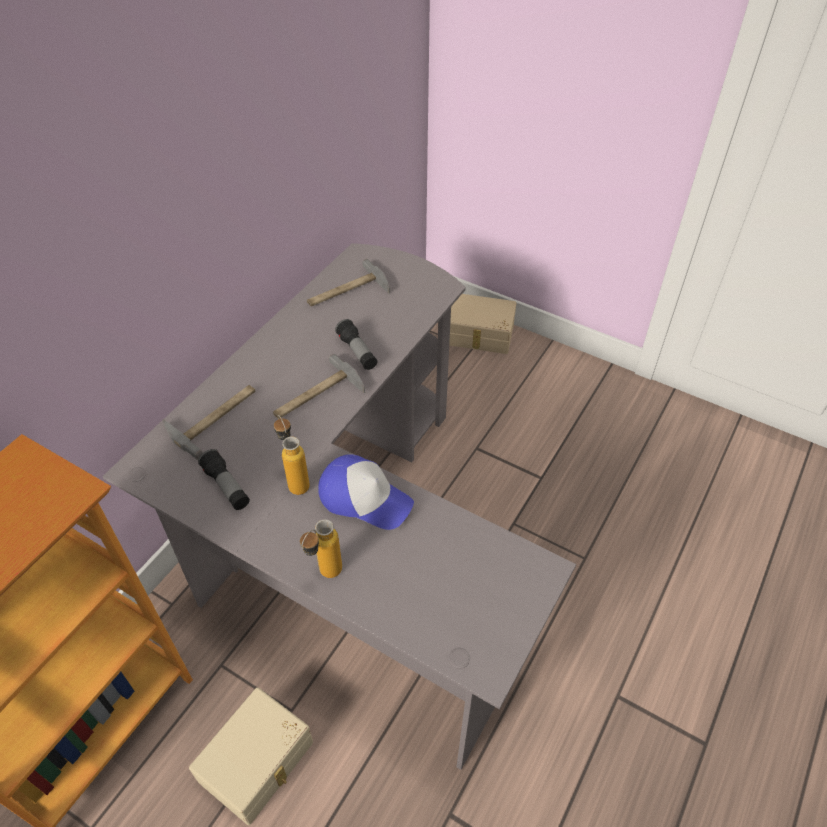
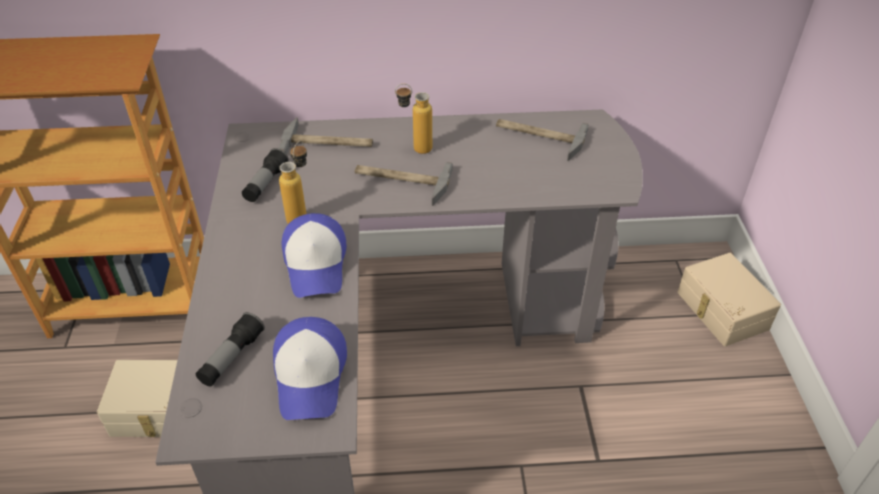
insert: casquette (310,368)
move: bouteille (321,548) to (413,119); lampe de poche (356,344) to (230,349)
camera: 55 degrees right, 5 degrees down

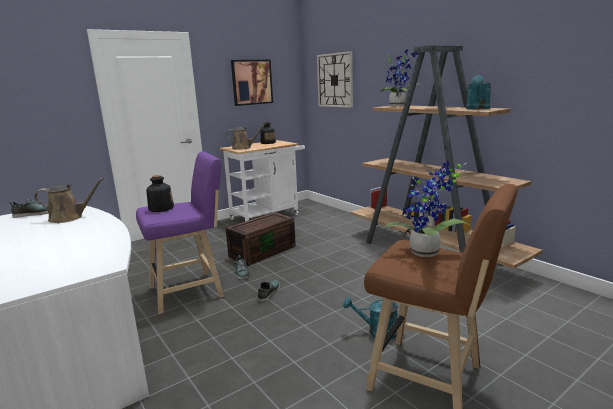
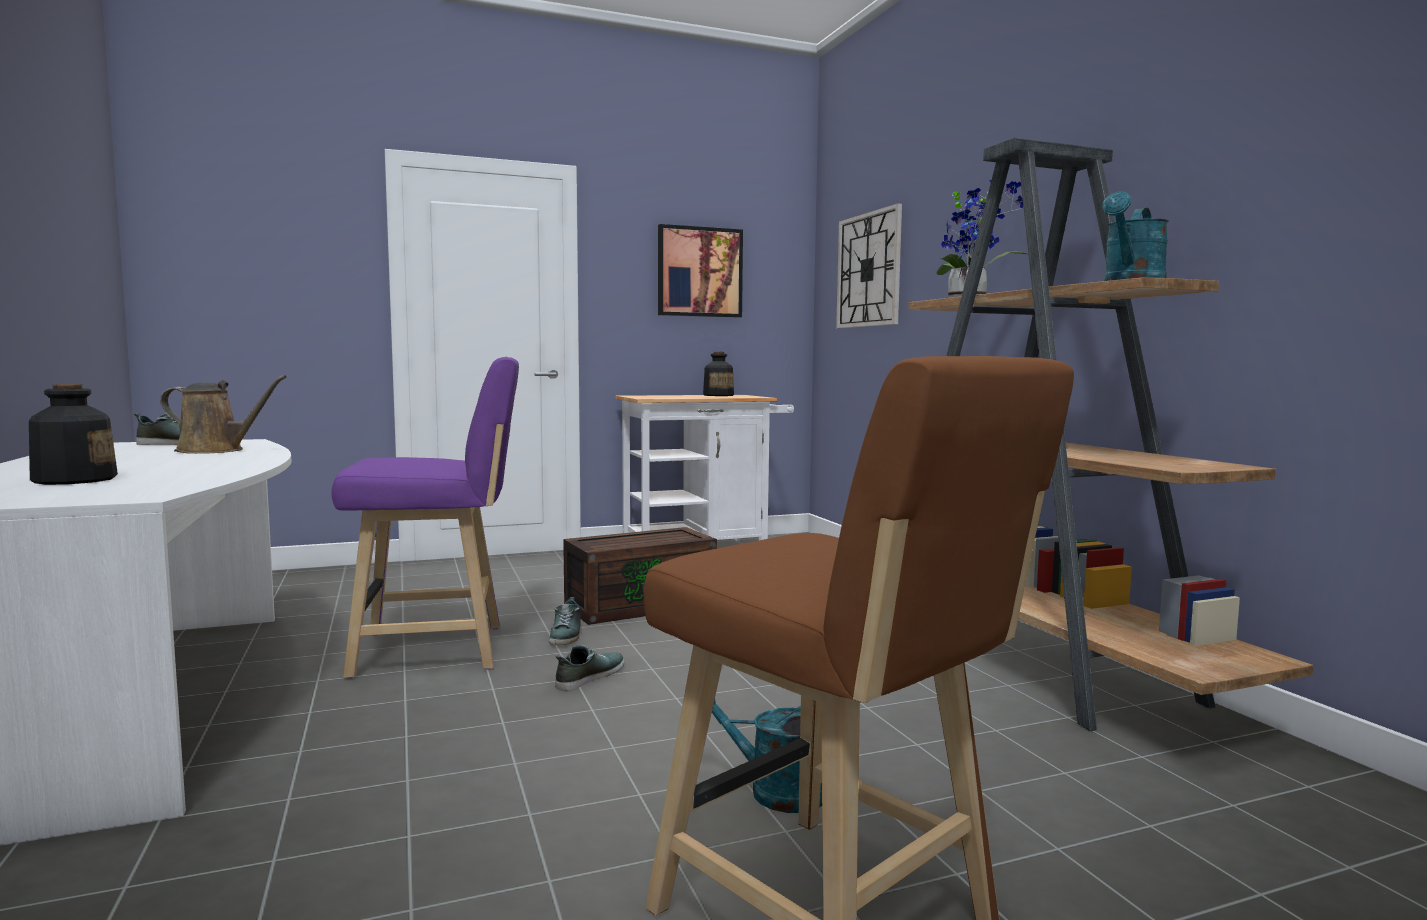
delete: arrosoir/marron (246,137); plante en pot (427,209)
move: bouteille (160,193) to (73,434)
camera: 15 degrees right, 10 degrees down

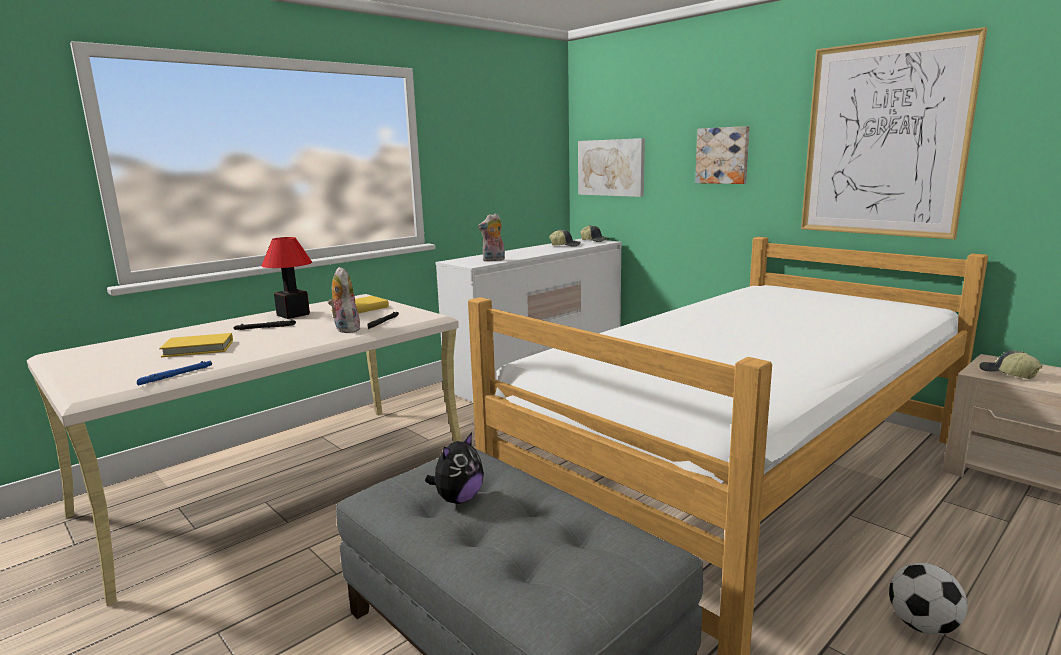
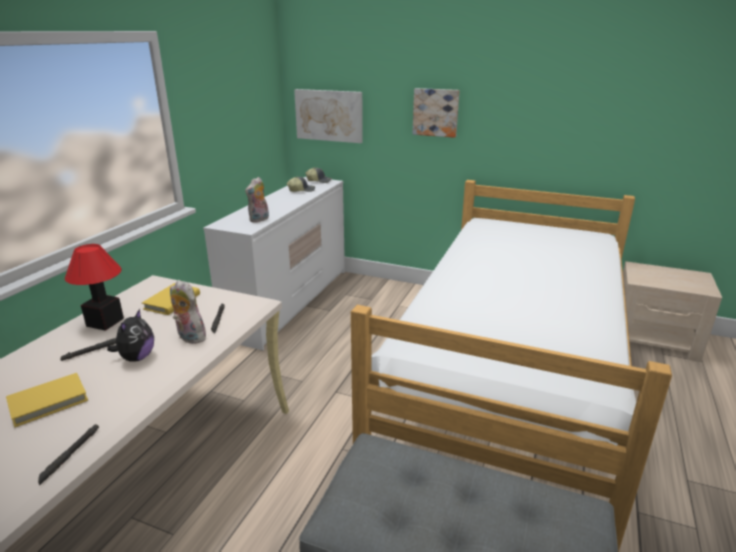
delete: tableau (894,133); ballon de foot (928,599); casquette (1011,365)
move: peluche (454,468) to (130,335)
recolor: lampe de poche/bleu (174,373) to lampe de poche/noir (68,454)
camera: 25 degrees left, 10 degrees up

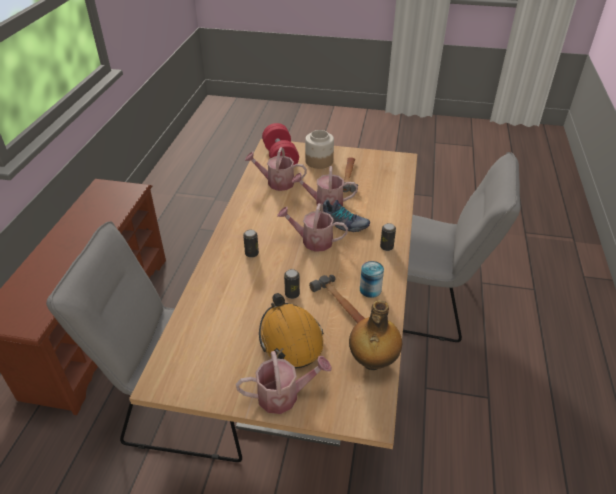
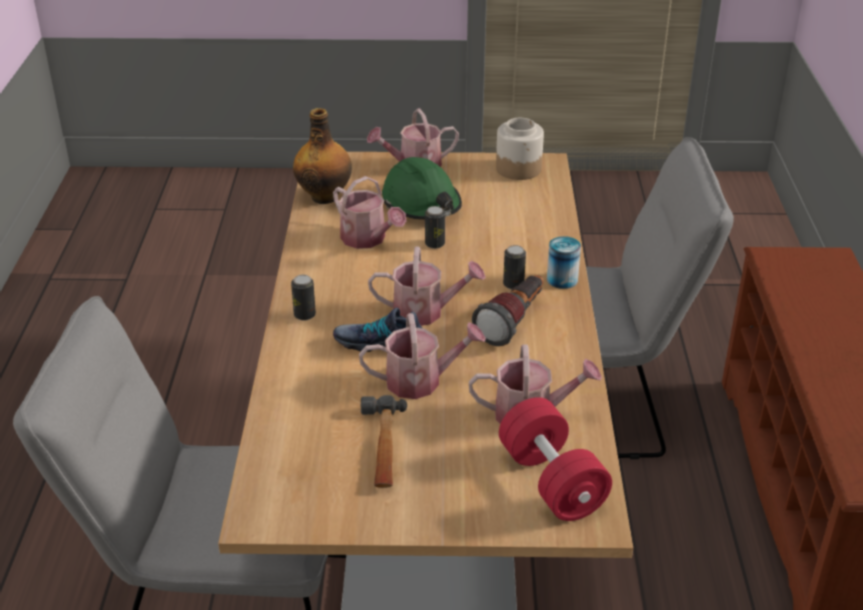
insert: lampe de poche (508,310)
move: bocal (319,149) to (520,149); boîte métallique (372,279) to (564,262)
replace: marteau (337,299) to arrosoir (369,212)
recolor: casque de chantier/orange (291,330) to casque de chantier/vert (422,188)
camera: 170 degrees right, 5 degrees down

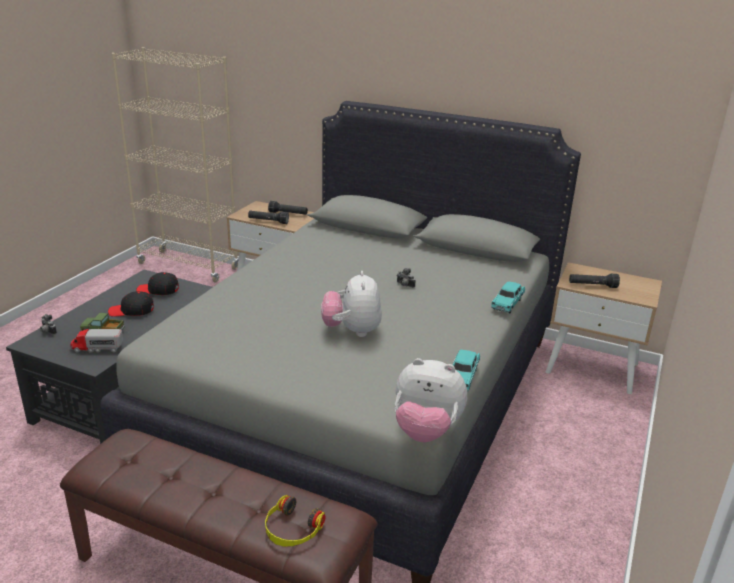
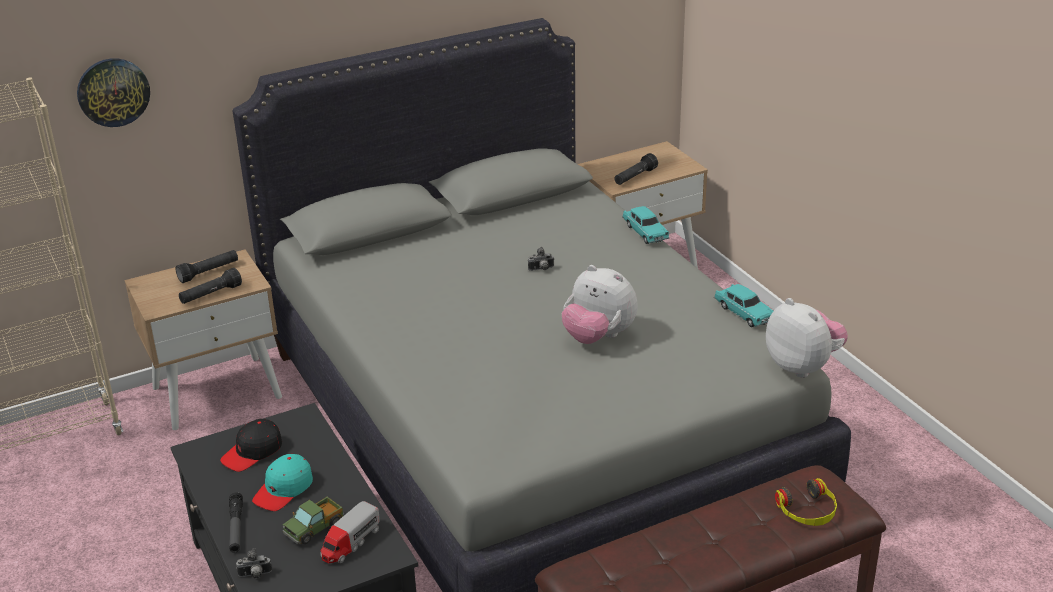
insert: horloge murale (113,93); lampe de poche (236,522)
recolor: casquette/noir (131,304) to casquette/turquoise (282,482)
rotate: peluche (431,400) = (807,338) 90 degrees counterclockwise
camera: 50 degrees left, 5 degrees up

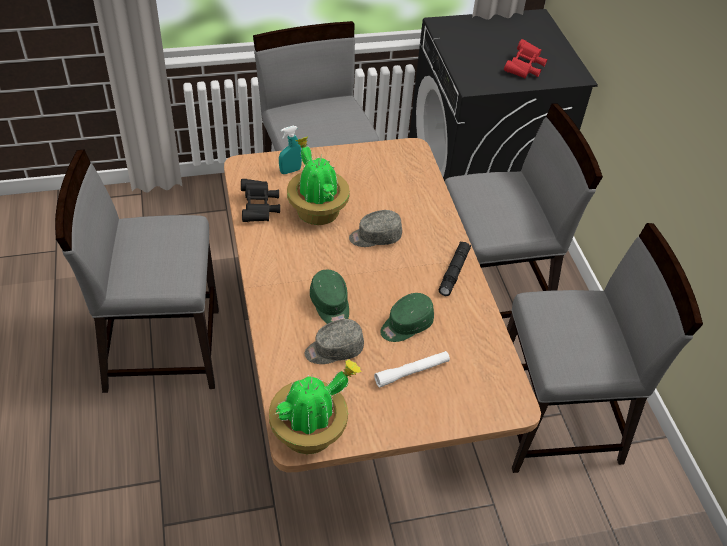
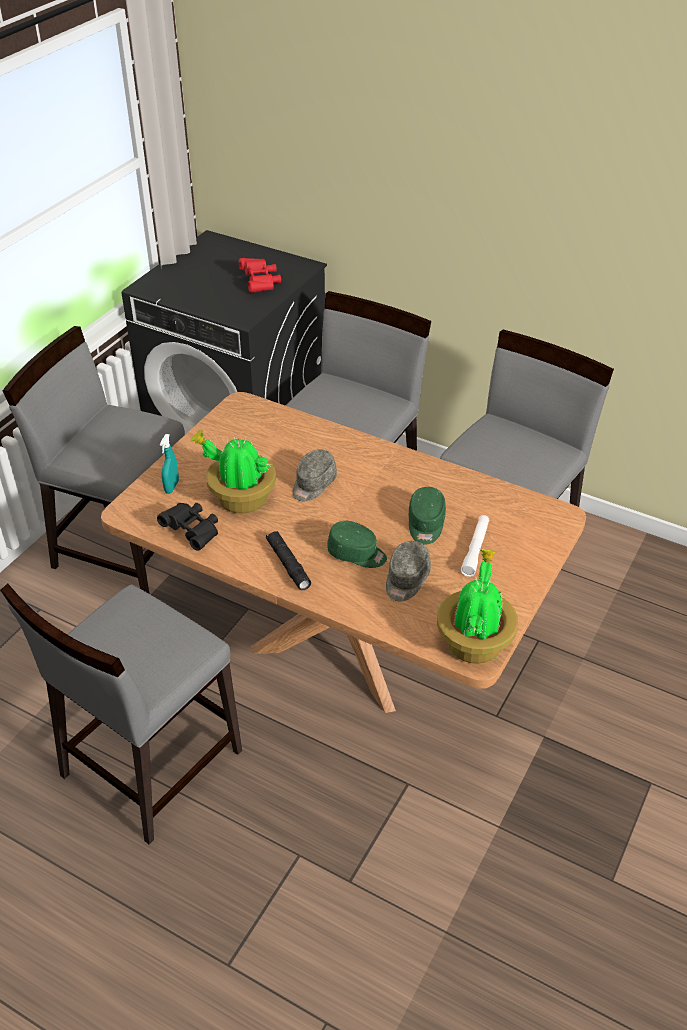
move: lampe de poche/noir (455,268) to (288,560)
camera: 45 degrees left, 5 degrees down

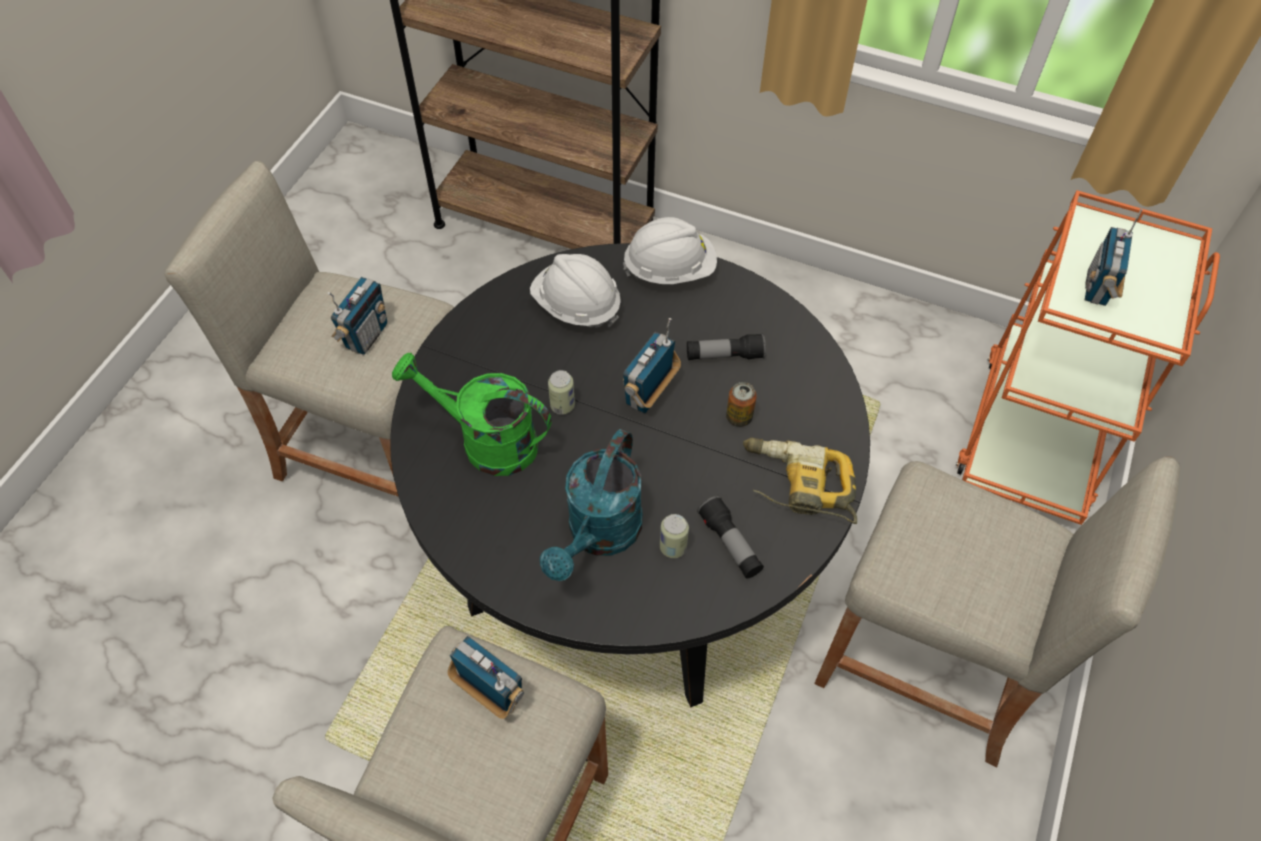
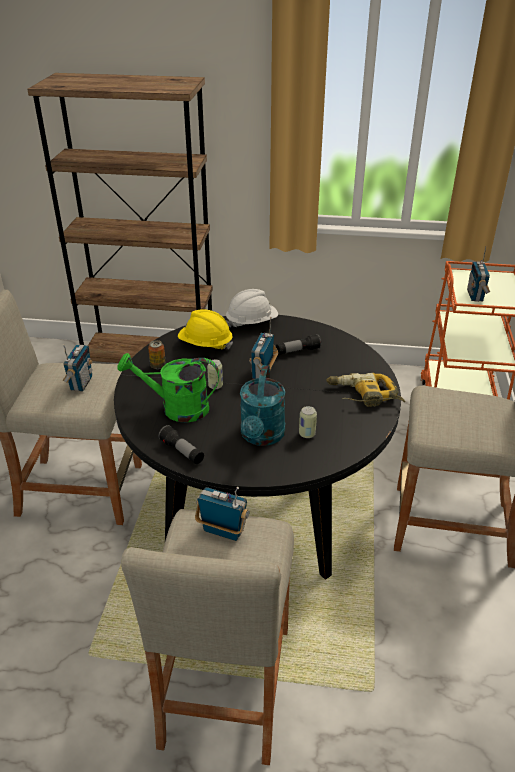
move: lampe de poche (730,537) to (181,444); boîte métallique (741,404) to (157,354)
recolor: casque de chantier/blanc (575,291) to casque de chantier/jaune (205,329)
camera: 15 degrees left, 20 degrees down

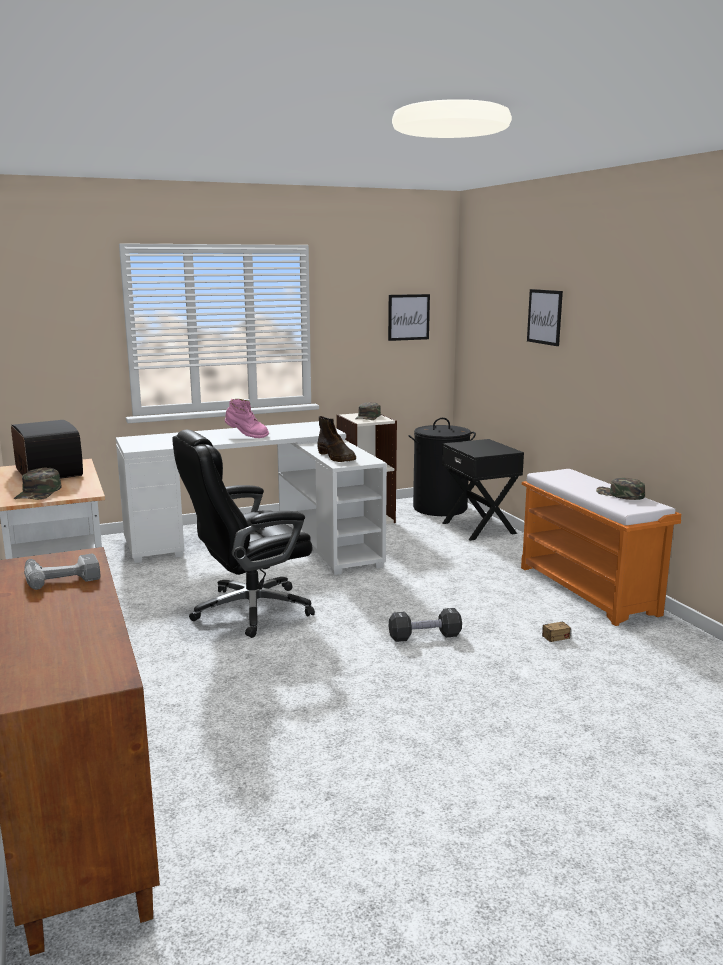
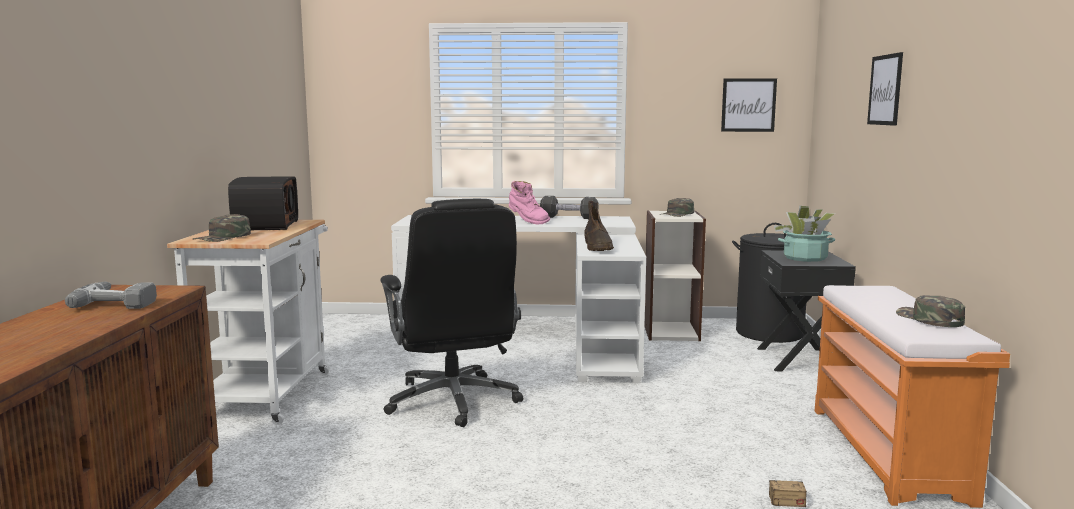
insert: plante en pot (804,234)
move: haltère/noir (425,625) to (569,207)
rotate: chaise de bureau/noir (243,534) = (451,313) 105 degrees counterclockwise
camera: 25 degrees right, 5 degrees down

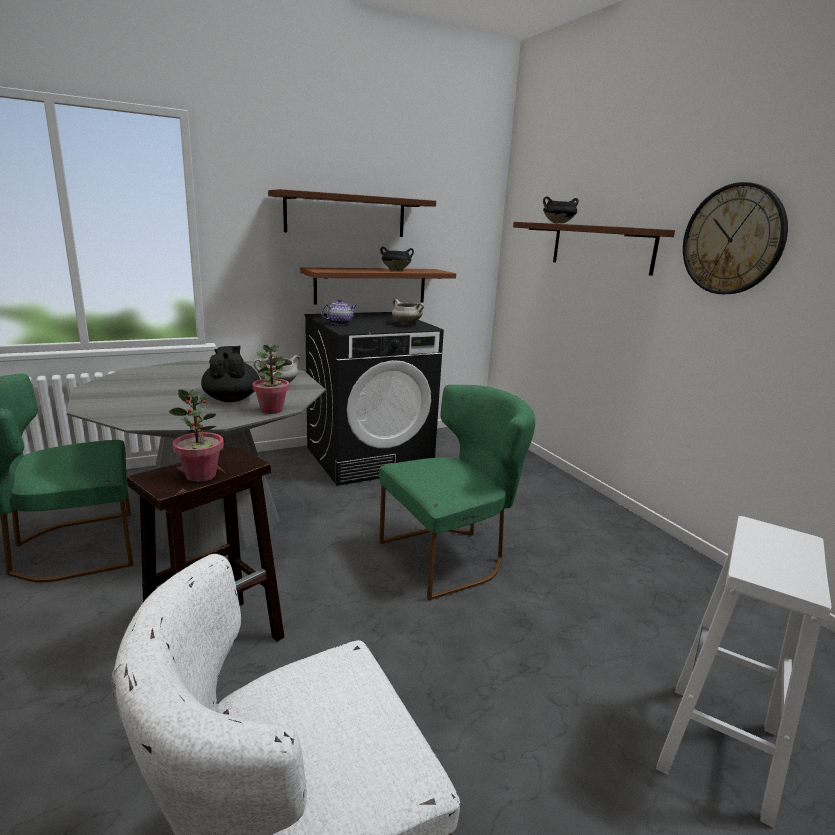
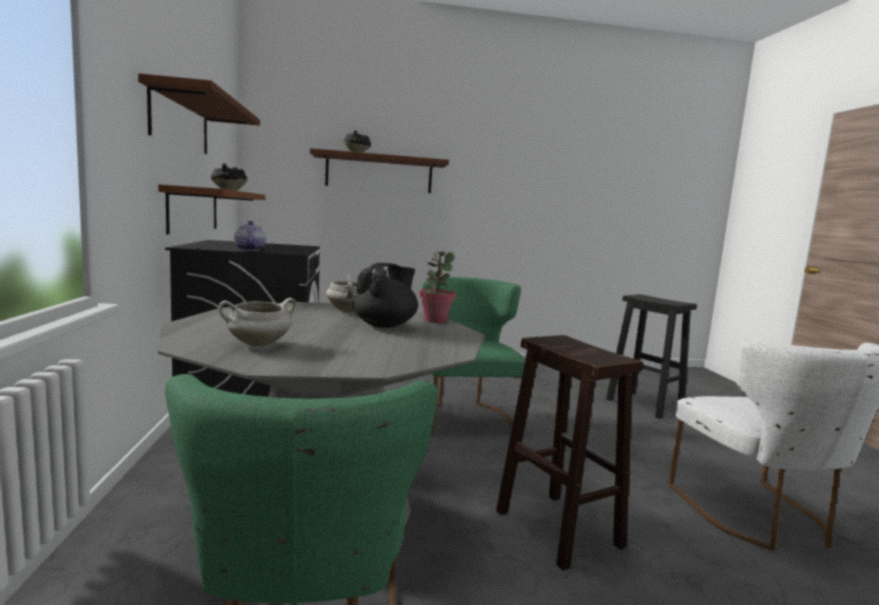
delete: plante en pot (196,435); horloge murale (735,238)
move: marmite/blanc (408,312) to (257,322)
recolor: tabouret/blanc (743,672) to tabouret/noir (651,356)
rotate: théière/noir (230,374) = (385,295) 120 degrees clockwise
camera: 70 degrees left, 10 degrees down

